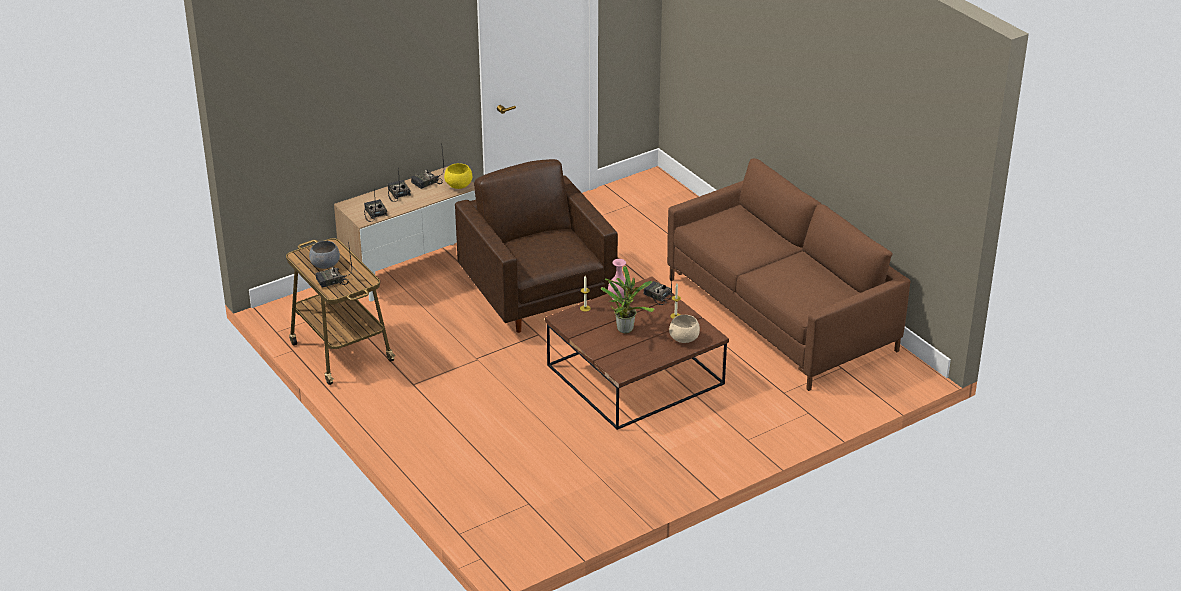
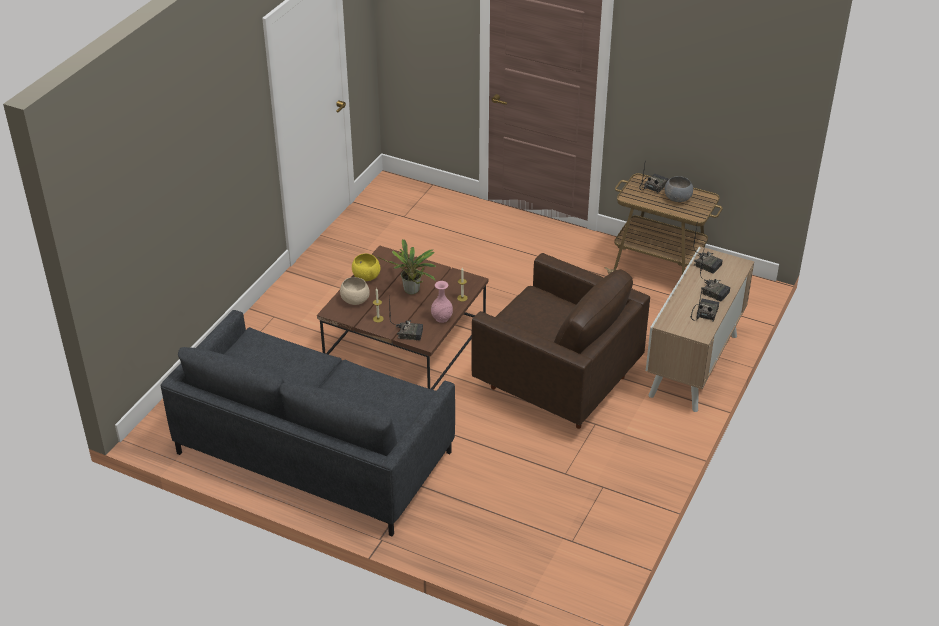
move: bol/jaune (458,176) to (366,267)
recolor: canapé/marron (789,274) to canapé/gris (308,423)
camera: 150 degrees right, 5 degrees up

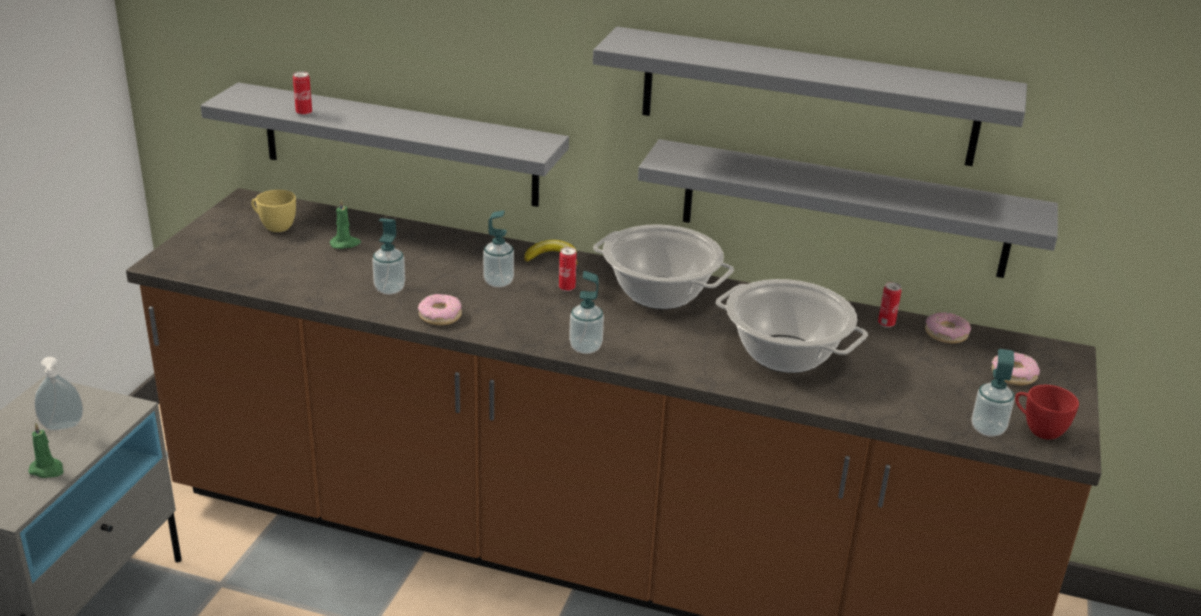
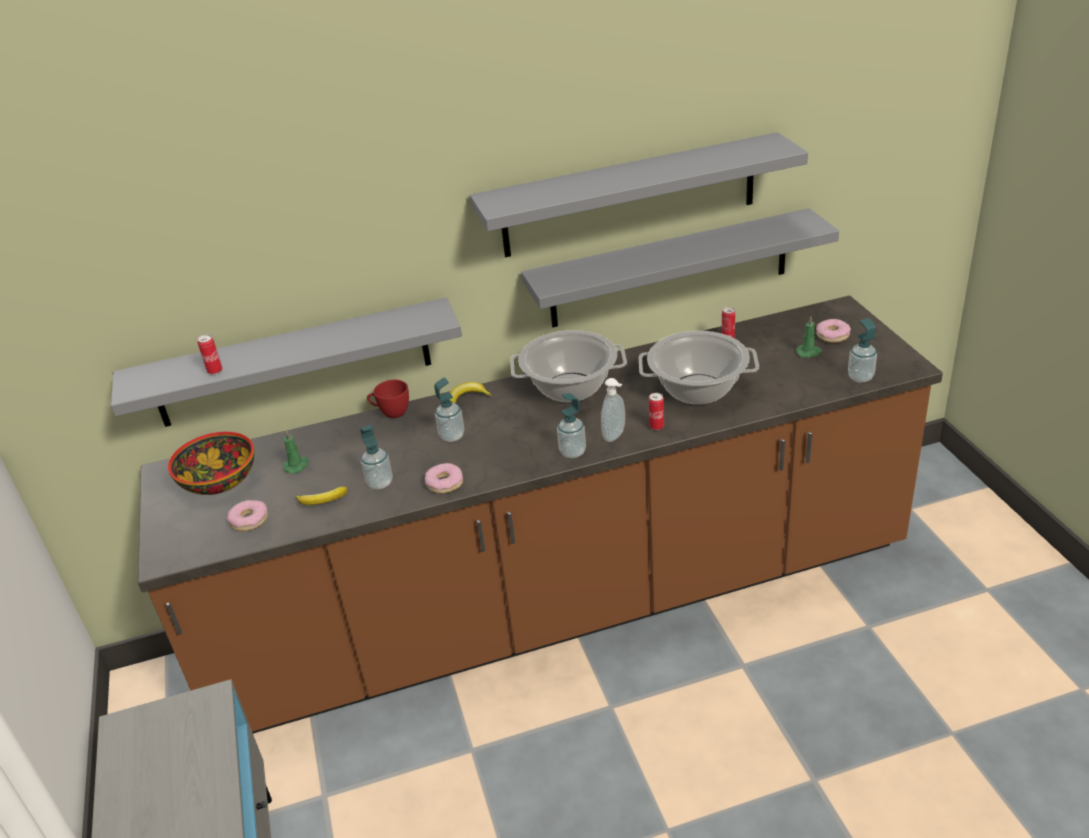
insert: banane (321,496)
move: bougie/vert (46,450) to (809,337); distributeur de savon (58,394) to (613,410); boîte métallique (568,269) to (656,411); beignet (948,327) to (247,515); tasse/rouge (1047,412) to (388,399)
replace: tasse/jaune (273,211) to bol (211,463)
camera: 30 degrees left, 5 degrees up

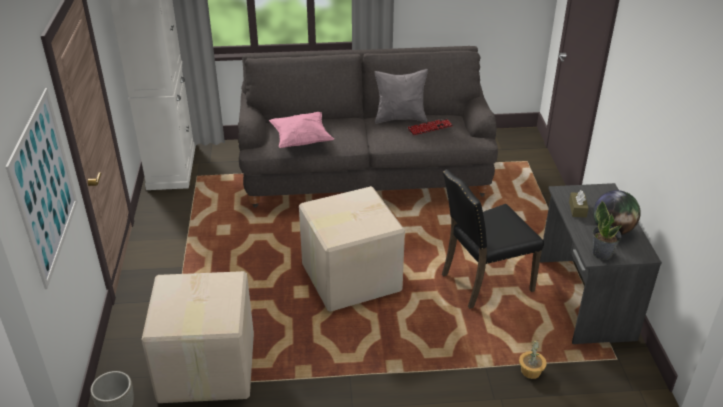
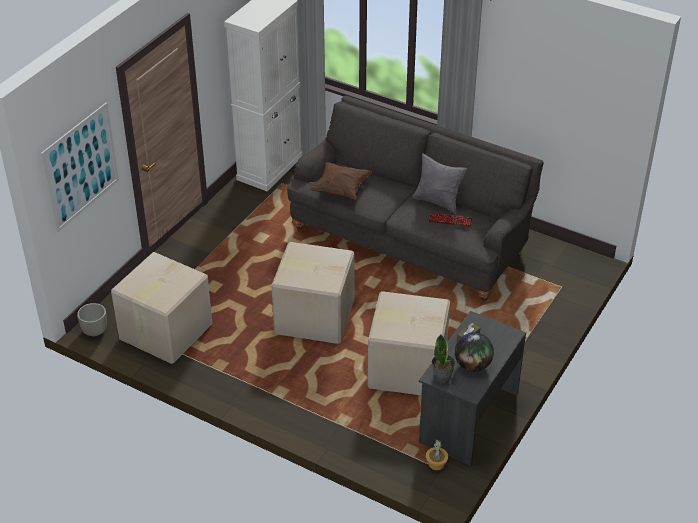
move: plante en pot (533,359) to (437,454)
replace: chaise/noir (493,239) to carton (409,343)
recolor: coussin/rose (301,130) to coussin/marron (341,181)
camera: 35 degrees right, 5 degrees up

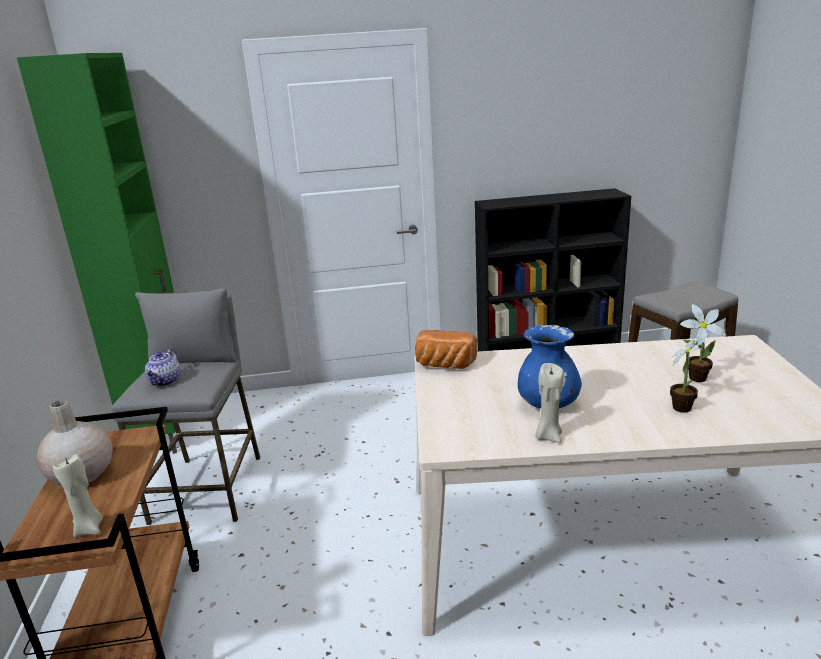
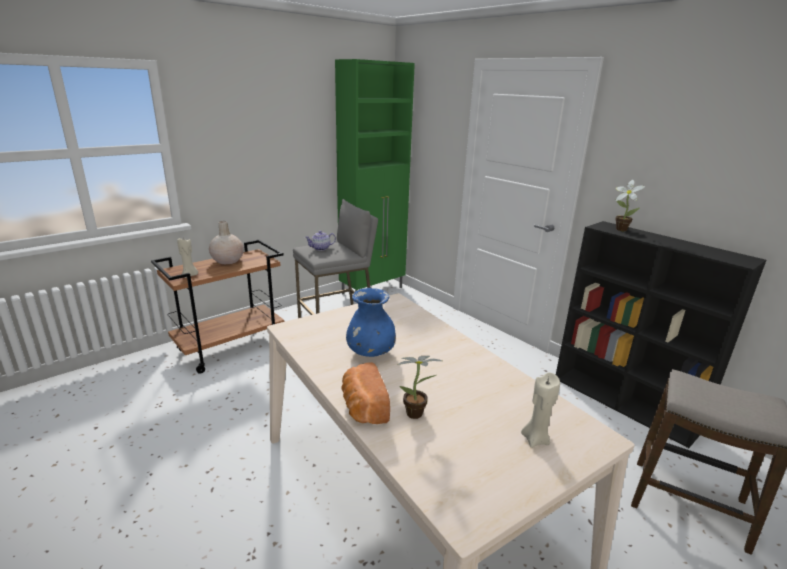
move: pain (446,349) to (365,393); bougie/beige (549,403) to (540,410); plante en pot (703,343) to (630,205)
camera: 55 degrees right, 0 degrees up

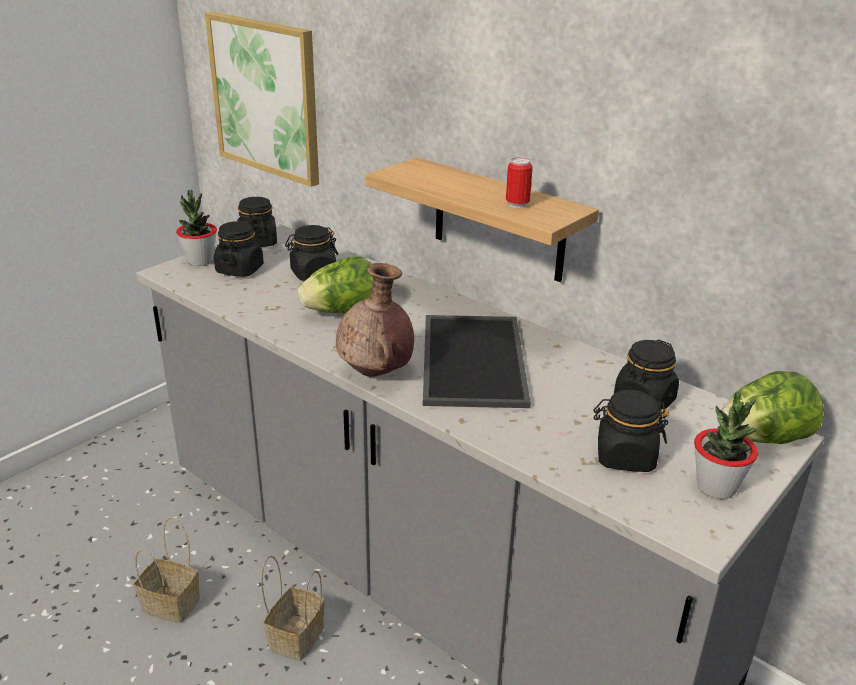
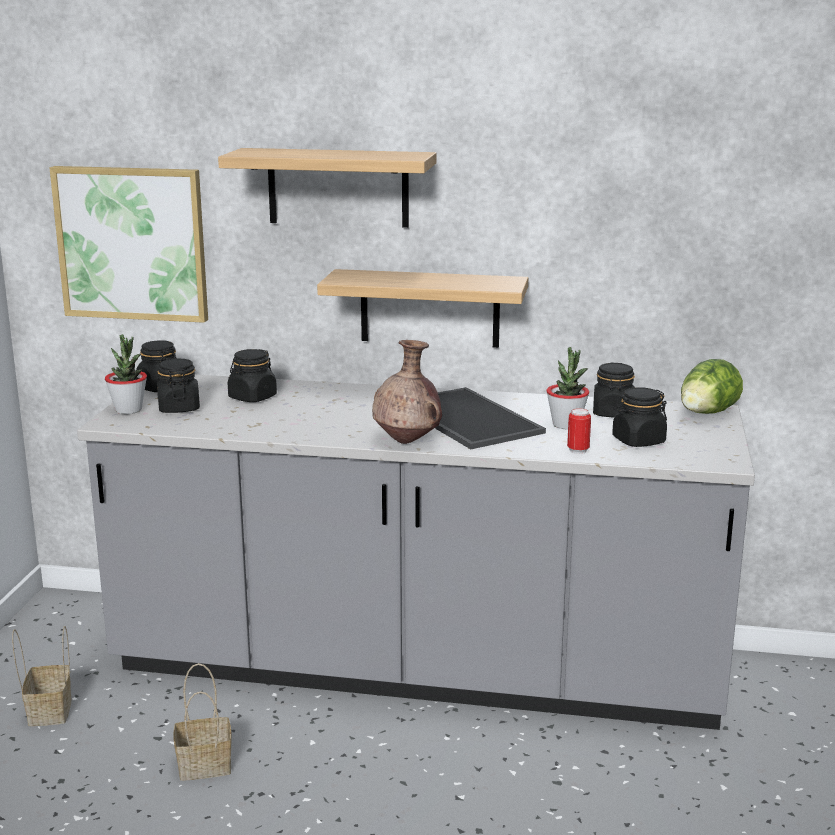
delete: laitue (335,285)
insert: étagère (327,188)
move: panier (293,608) to (42,676); boîte métallique (519,183) to (579,431); plante en pot (726,445) to (567,388)
camera: 30 degrees left, 10 degrees down

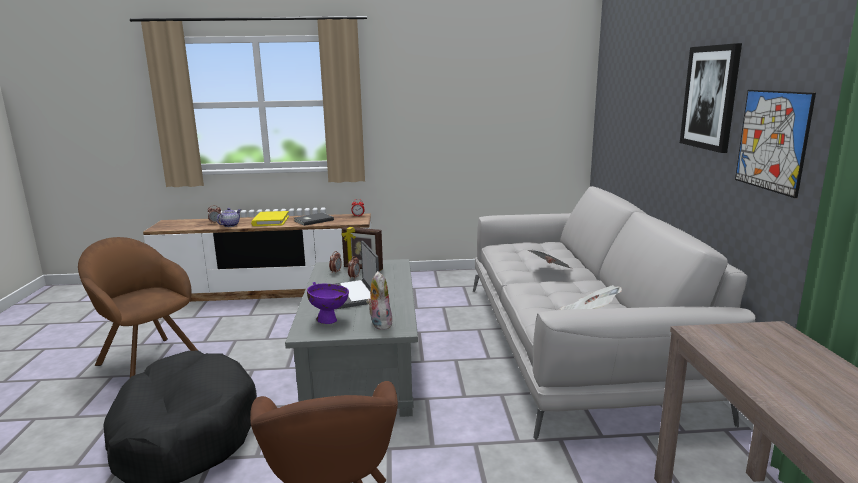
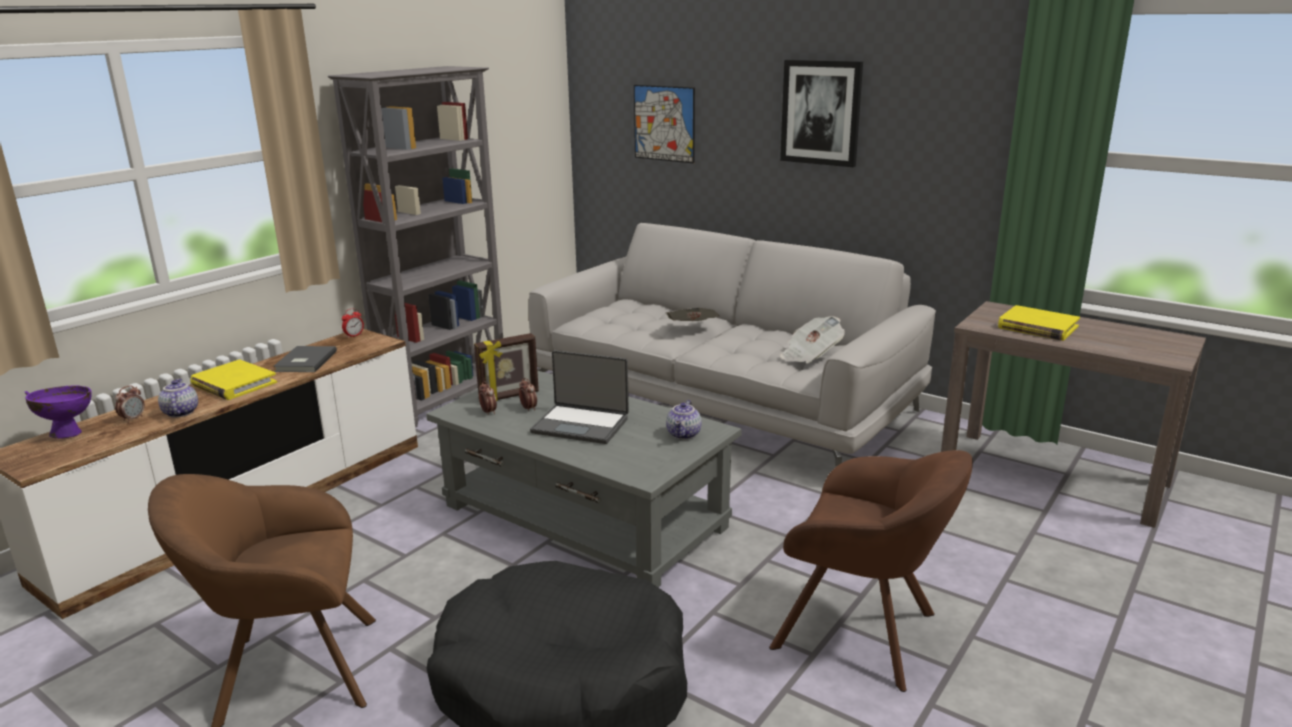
insert: bibliothèque/gris (415,247); livre/jaune (1039,323)
move: bol/violet (328,303) to (58,412); tableau (775,144) to (664,124)
replace: peluche (379,300) to théière (684,420)
camera: 50 degrees left, 5 degrees up

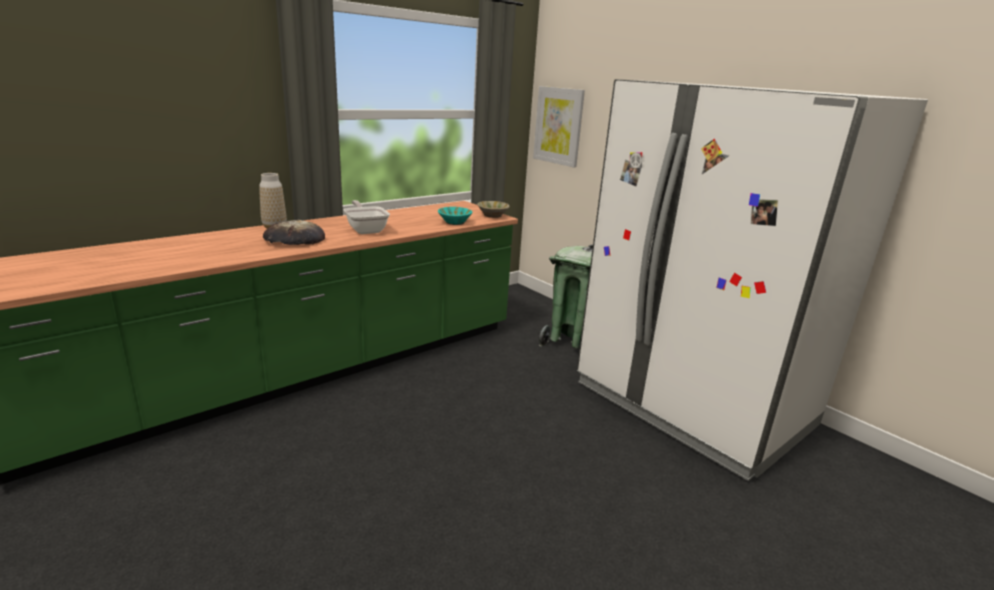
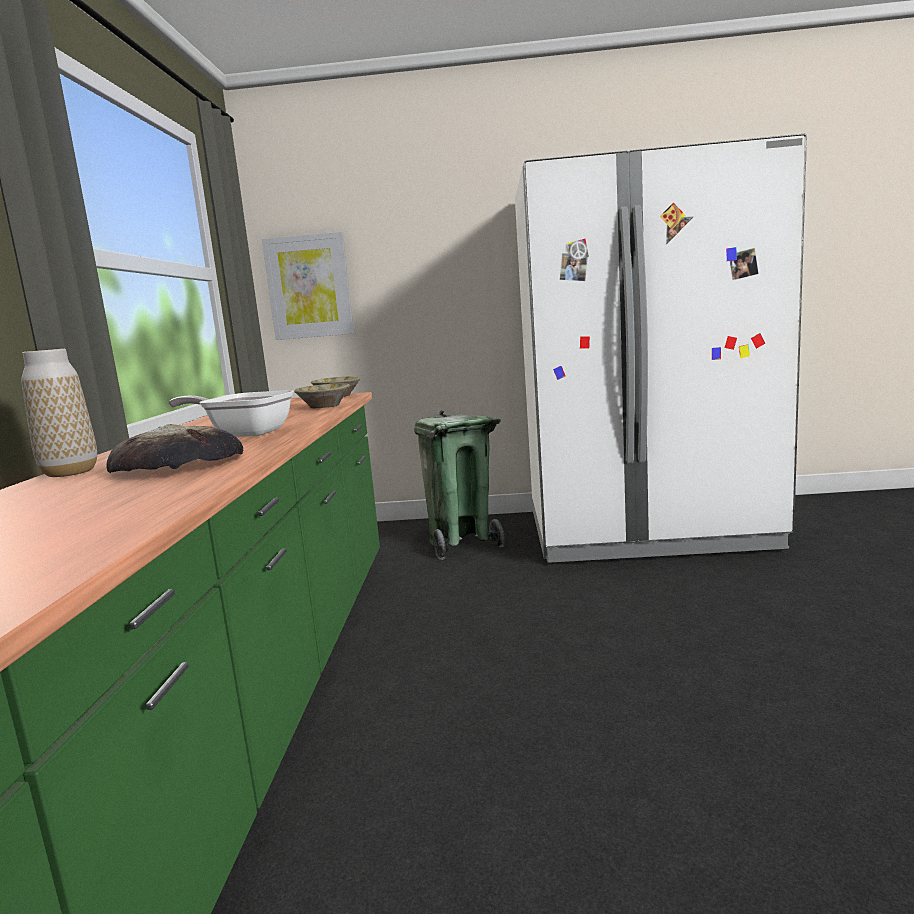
recolor: bol/turquoise (455,216) to bol/beige (322,395)
camera: 45 degrees left, 10 degrees down

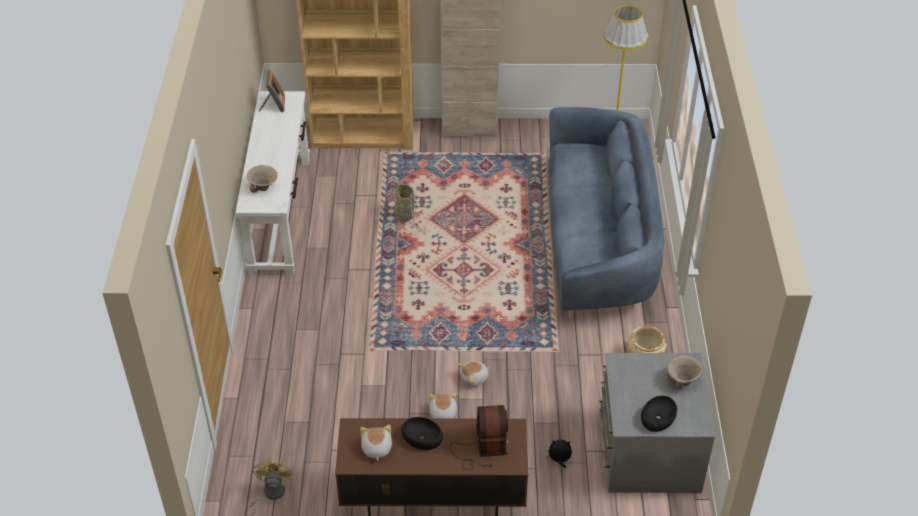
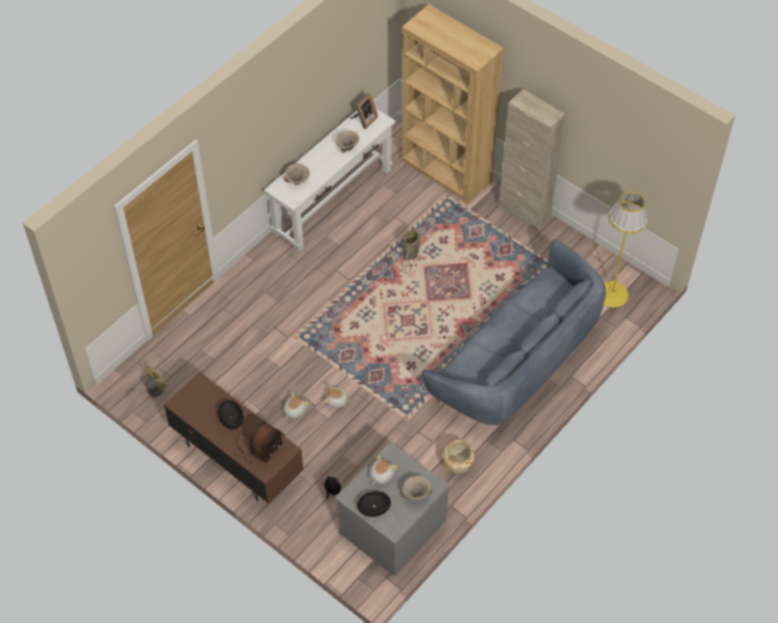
insert: bol/beige (347,141)
move: peluche (376,443) to (383,469)
camera: 40 degrees right, 10 degrees up

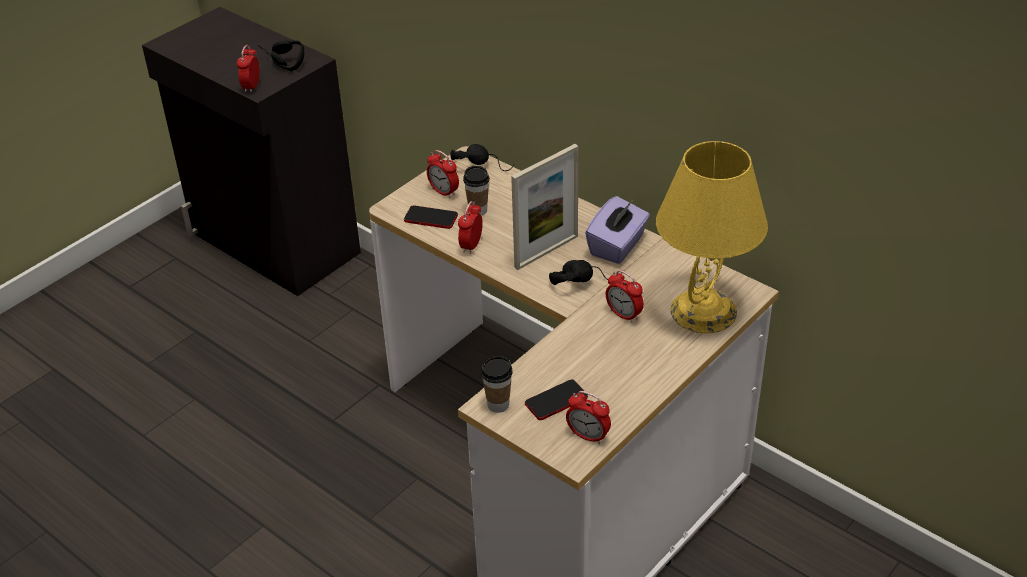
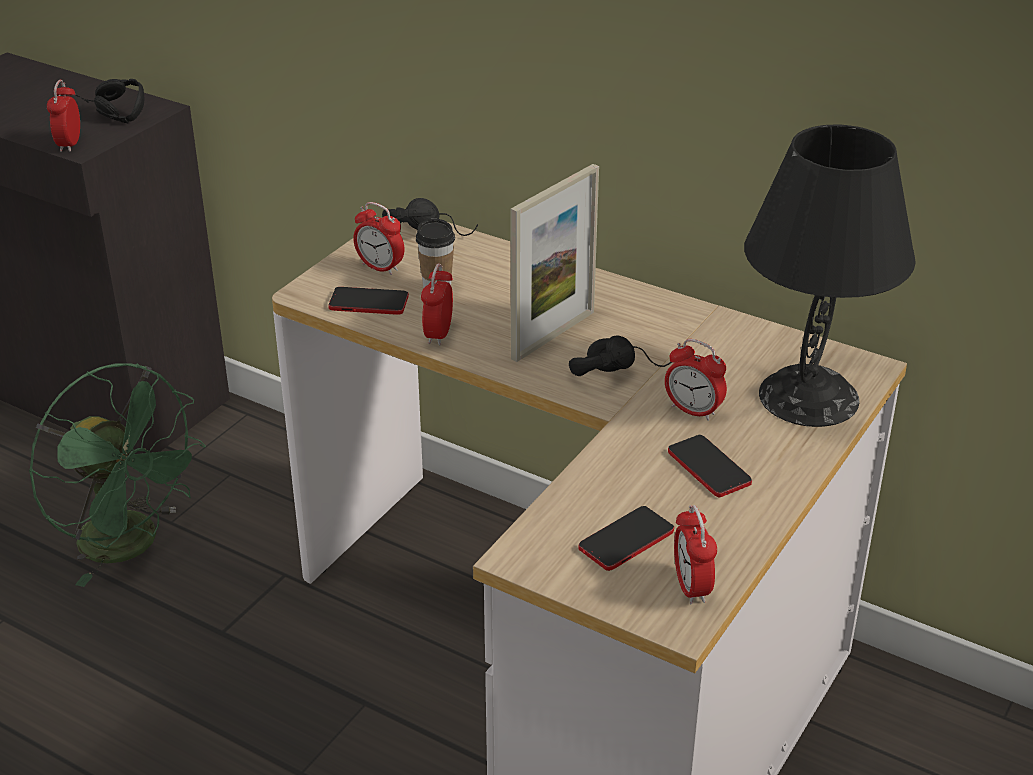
delete: tasse (497,384); boîte à mouchoirs/violet (617,230)
insert: ventilateur/vert (117,475); téléphone (710,466)
recolor: lampe de table/jaune (712,237) to lampe de table/noir (830,276)
rotate: réveil (588,417) = (695,554) 60 degrees clockwise
camera: 10 degrees left, 5 degrees down

